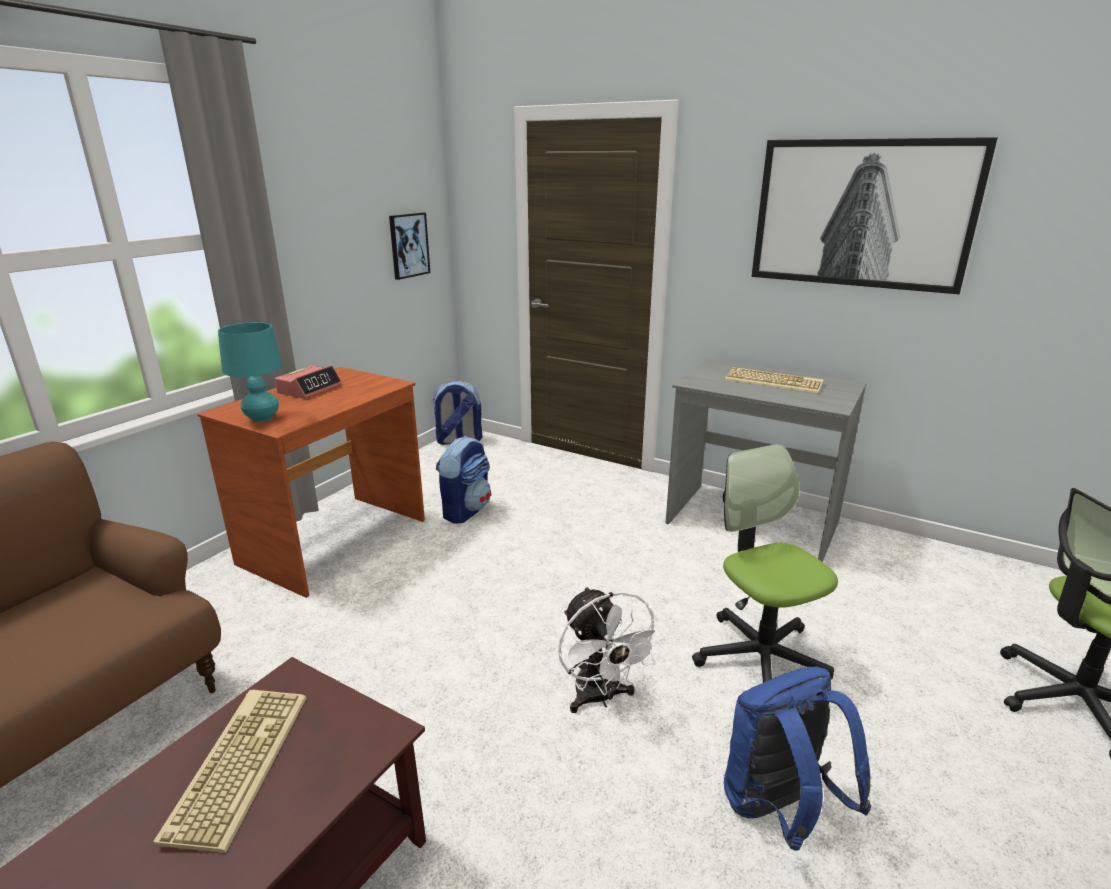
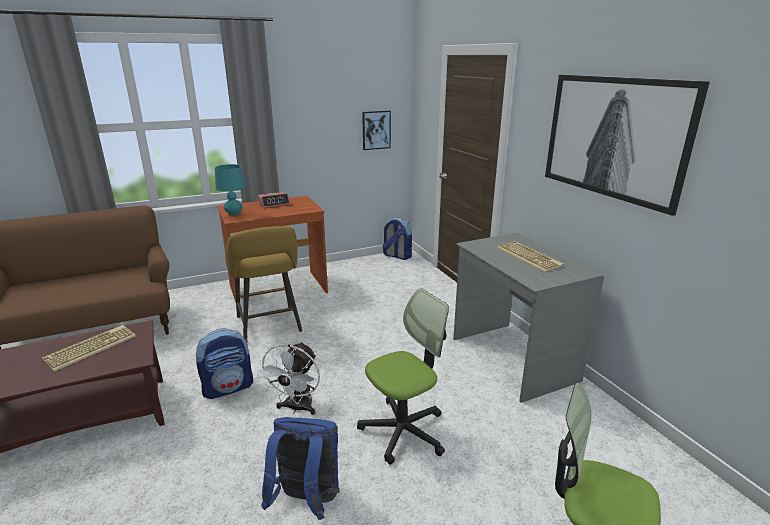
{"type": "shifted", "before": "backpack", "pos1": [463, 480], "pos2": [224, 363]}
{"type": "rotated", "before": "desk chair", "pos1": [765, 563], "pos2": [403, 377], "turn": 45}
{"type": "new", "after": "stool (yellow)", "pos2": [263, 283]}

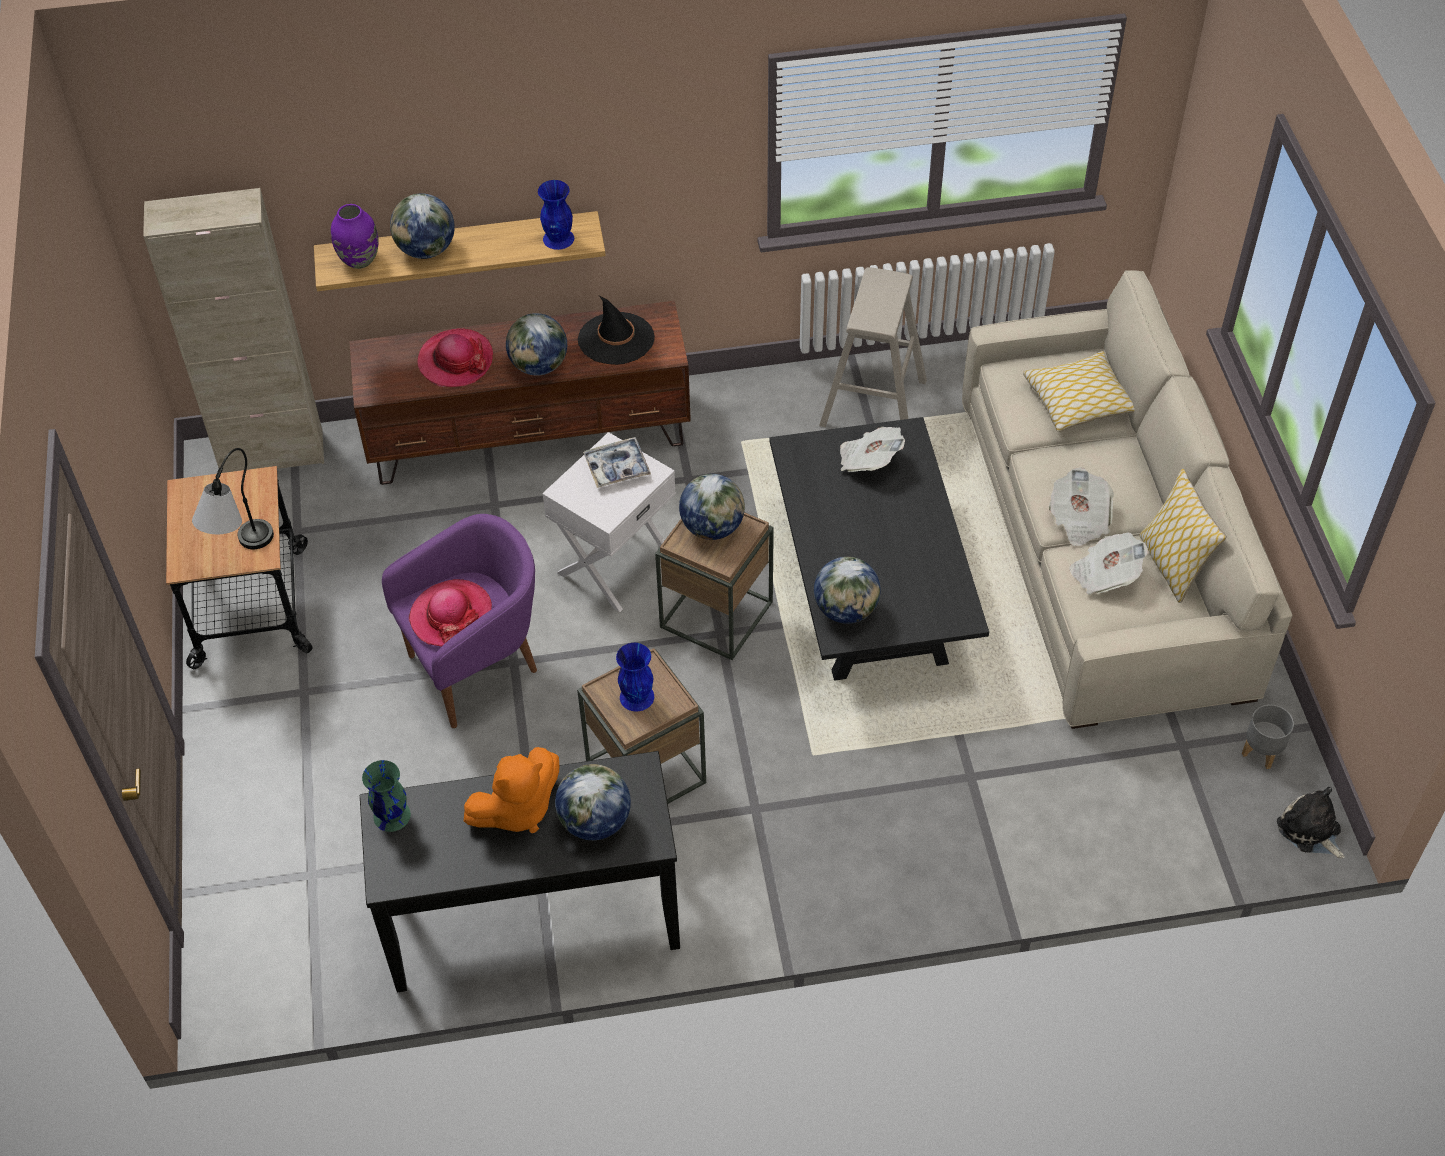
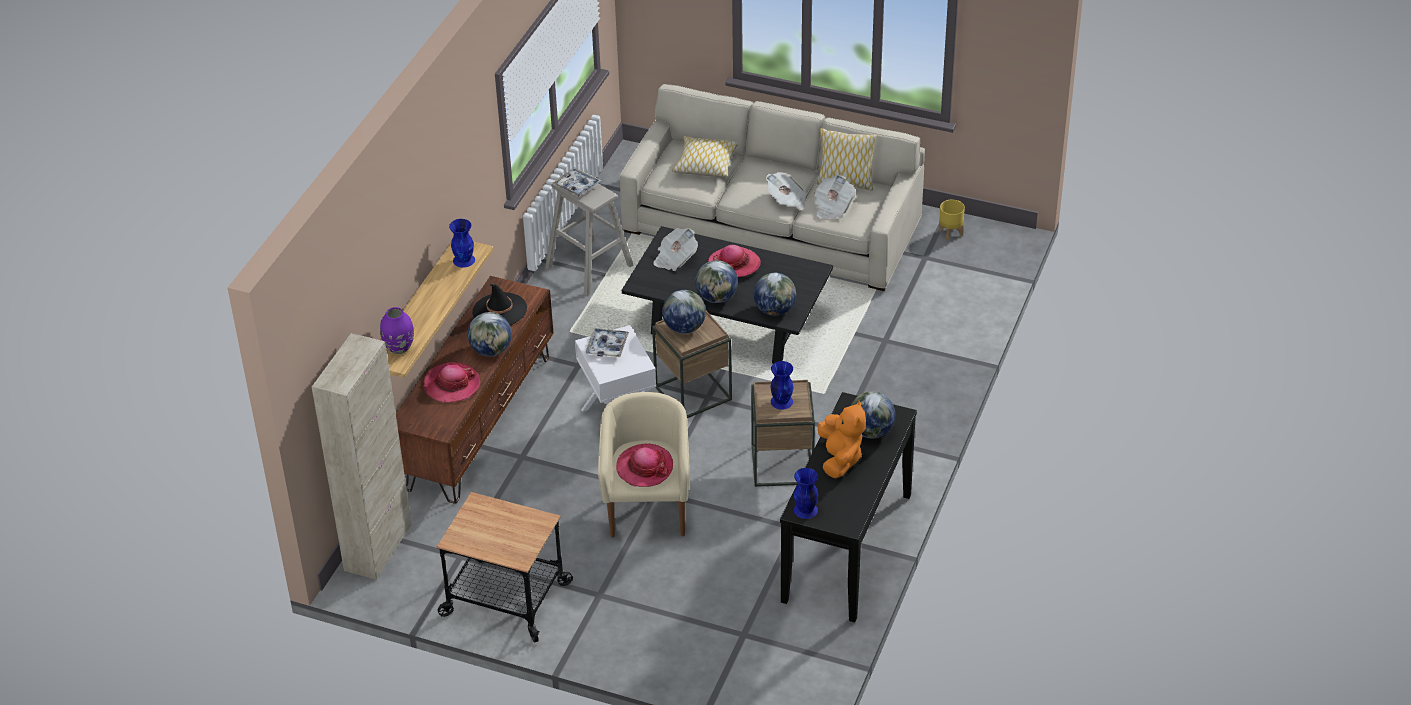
{"type": "gone", "before": "tabletop lamp", "pos1": [233, 498]}
{"type": "repainted", "before": "decorative vase (green)", "after": "decorative vase (blue)", "pos1": [386, 796], "pos2": [806, 493]}
{"type": "repainted", "before": "easy chair (purplish)", "after": "easy chair (sand-coloured)", "pos1": [459, 621], "pos2": [644, 464]}
{"type": "shifted", "before": "globe", "pos1": [422, 226], "pos2": [716, 281]}
{"type": "repainted", "before": "plant pot (greyish)", "after": "plant pot (yellow)", "pos1": [1268, 736], "pos2": [952, 220]}
{"type": "gone", "before": "plush toy", "pos1": [1311, 823]}
{"type": "new", "after": "carrying tray", "pos2": [577, 182]}
{"type": "new", "after": "wearable hat", "pos2": [734, 261]}

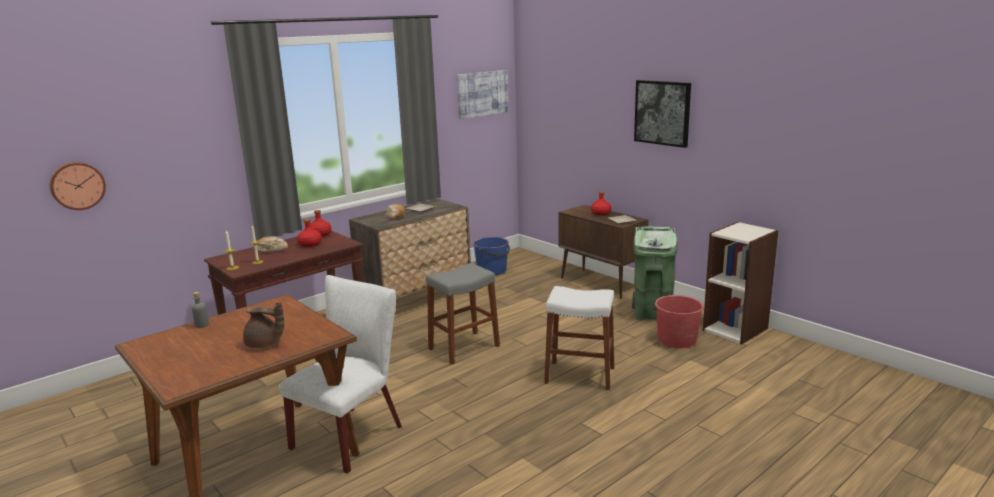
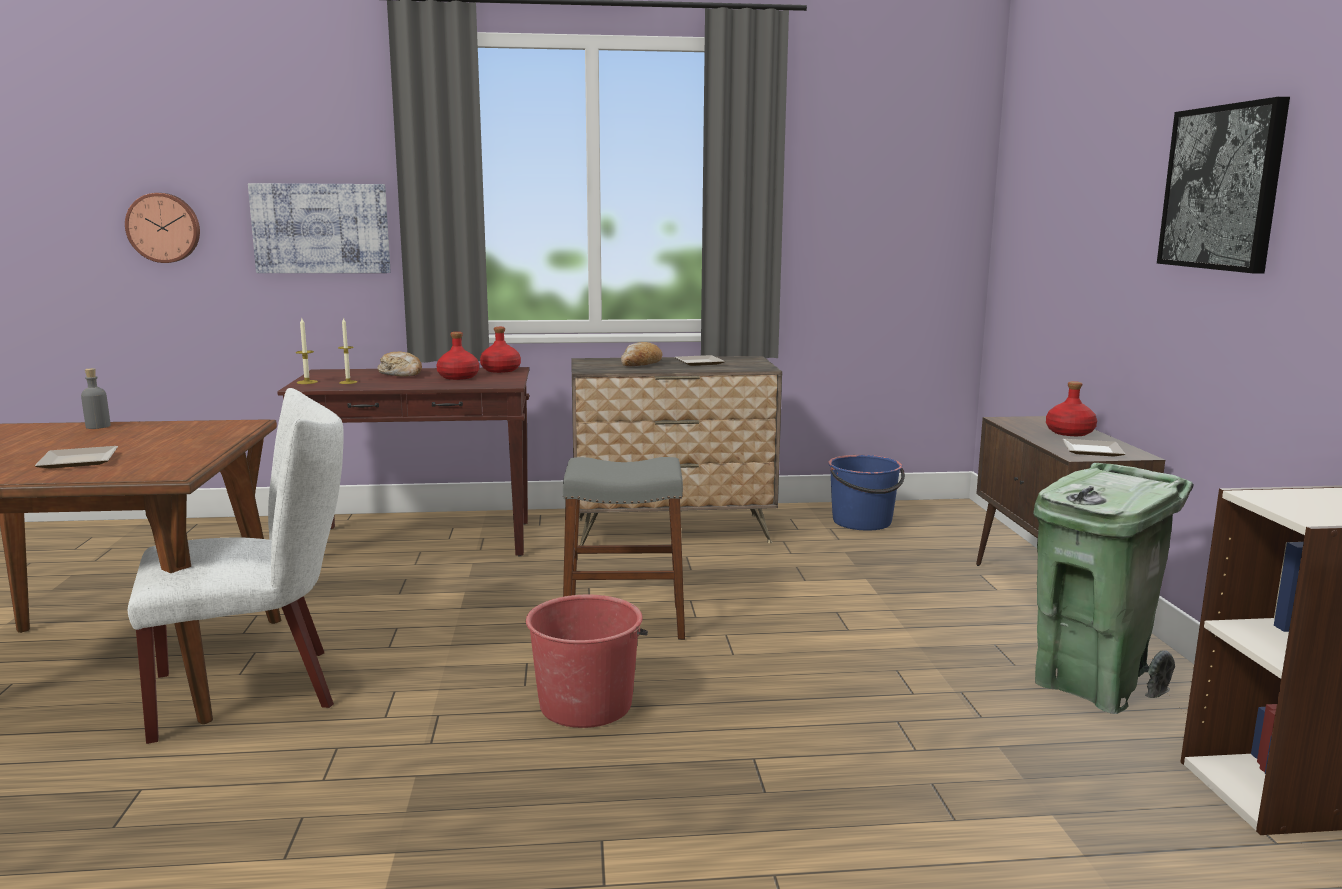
{"type": "swapped", "before": "tea pot (brownish)", "after": "dinner plate", "pos1": [263, 325], "pos2": [76, 457]}
{"type": "shifted", "before": "wall art", "pos1": [482, 94], "pos2": [319, 228]}
{"type": "gone", "before": "stool (white-coloured)", "pos1": [579, 338]}
{"type": "shifted", "before": "bucket (red)", "pos1": [678, 321], "pos2": [587, 661]}

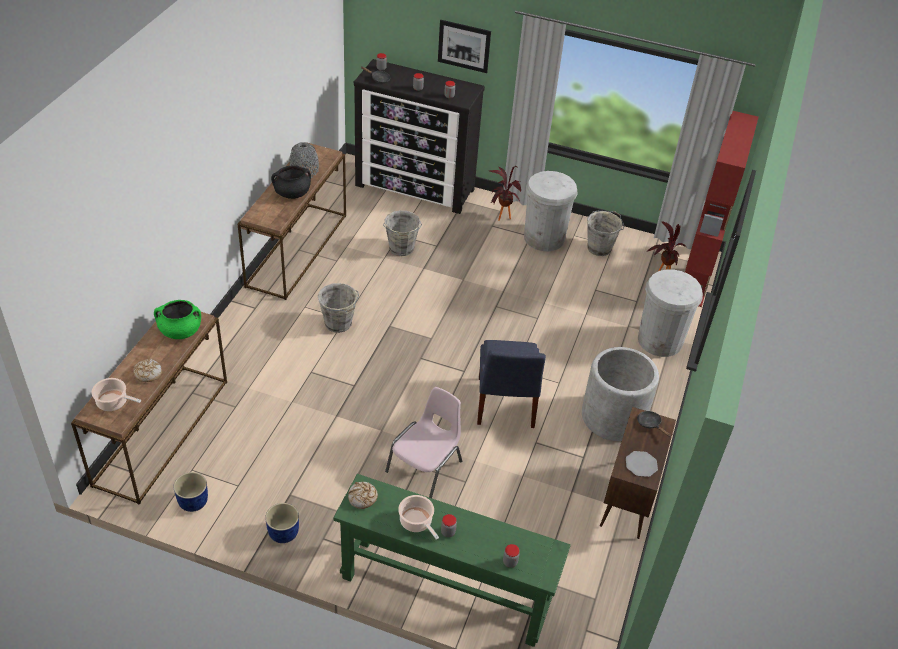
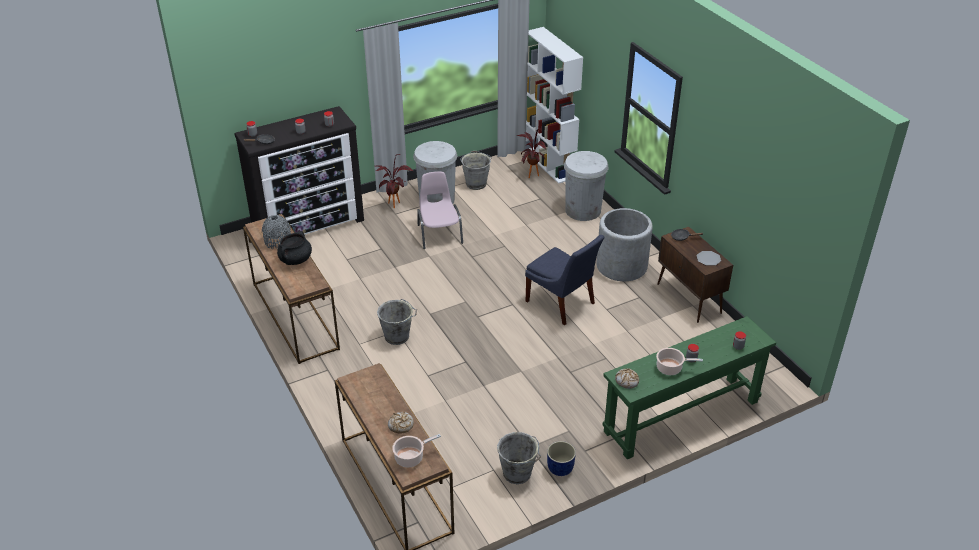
{"type": "gone", "before": "cooking pot (green)", "pos1": [177, 319]}
{"type": "gone", "before": "plant pot (blue)", "pos1": [191, 492]}
{"type": "shifted", "before": "bucket (greyish)", "pos1": [402, 233], "pos2": [519, 458]}
{"type": "shifted", "before": "chair (pink-coloured)", "pos1": [423, 442], "pos2": [440, 210]}
{"type": "gone", "before": "wall art", "pos1": [464, 46]}
{"type": "repainted", "before": "shelving unit (red)", "after": "shelving unit (white-coloured)", "pos1": [722, 209], "pos2": [554, 105]}

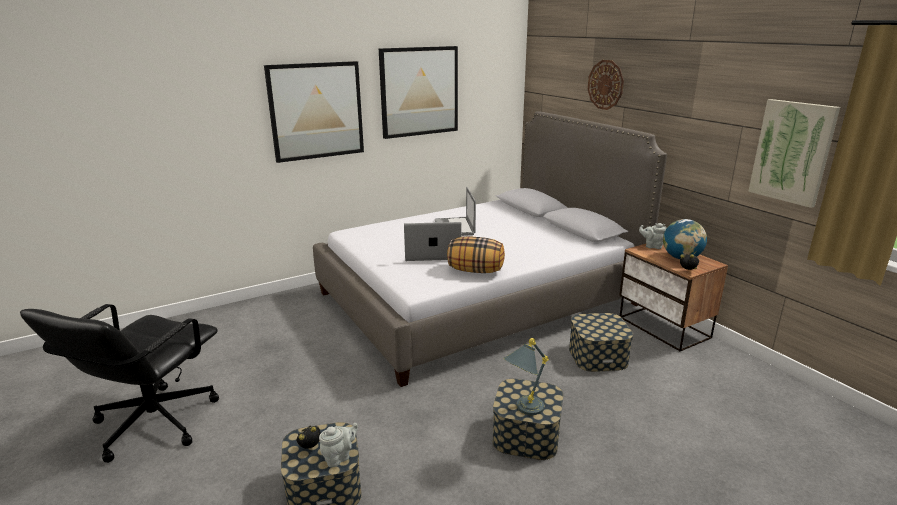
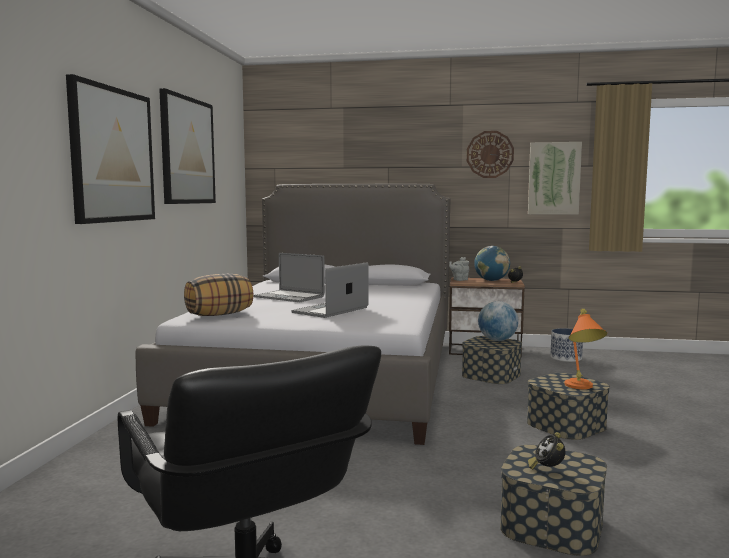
{"type": "gone", "before": "tea pot (greyish)", "pos1": [338, 445]}
{"type": "shifted", "before": "throw pillow", "pos1": [476, 254], "pos2": [219, 295]}
{"type": "repainted", "before": "tabletop lamp (greyish)", "after": "tabletop lamp (orangey)", "pos1": [526, 376], "pos2": [585, 349]}
{"type": "shifted", "before": "clock on the wall", "pos1": [606, 85], "pos2": [490, 154]}
{"type": "new", "after": "globe", "pos2": [498, 321]}
{"type": "new", "after": "plant pot", "pos2": [566, 345]}

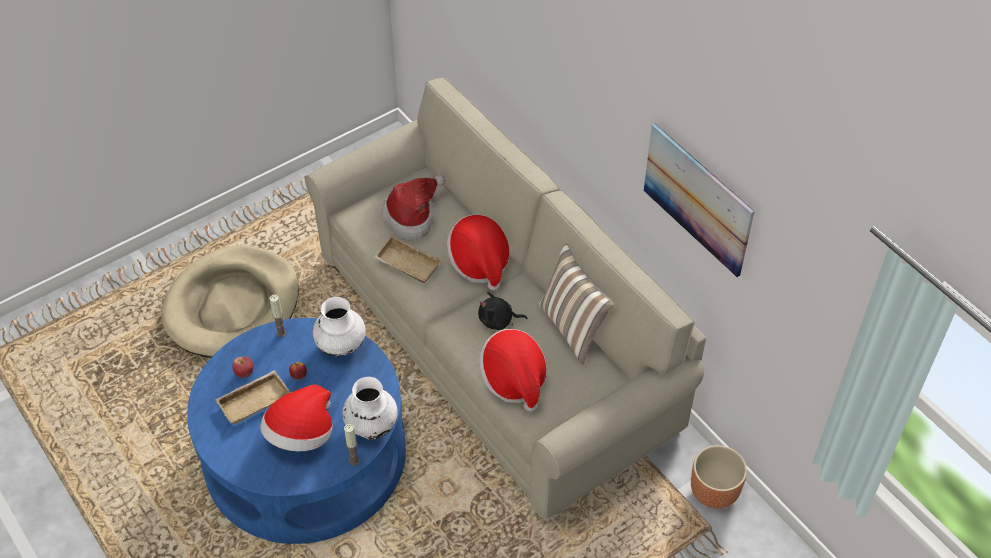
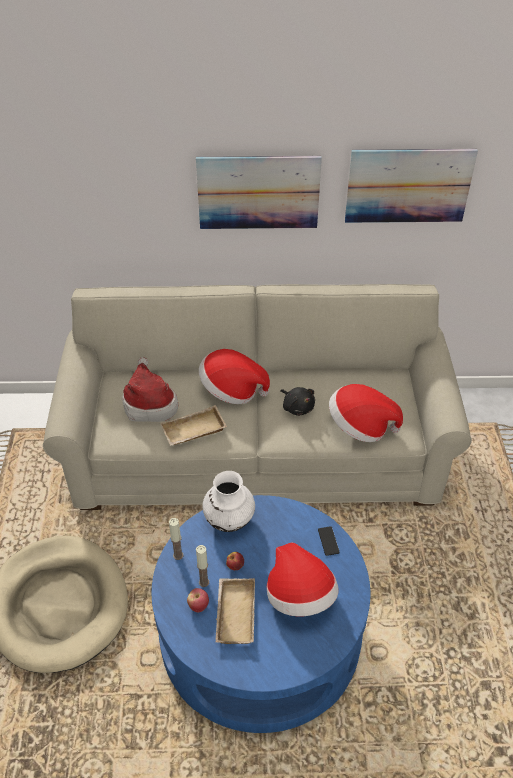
{"type": "swapped", "before": "decorative vase (white-coloured)", "after": "phone", "pos1": [370, 408], "pos2": [329, 541]}
{"type": "shifted", "before": "candle", "pos1": [351, 445], "pos2": [202, 566]}
{"type": "rotated", "before": "plush toy (black)", "pos1": [502, 311], "pos2": [297, 401], "turn": -75}
{"type": "gone", "before": "throw pillow", "pos1": [576, 304]}
{"type": "gone", "before": "plant pot (brownish)", "pos1": [719, 477]}
{"type": "new", "after": "wall art", "pos2": [259, 192]}

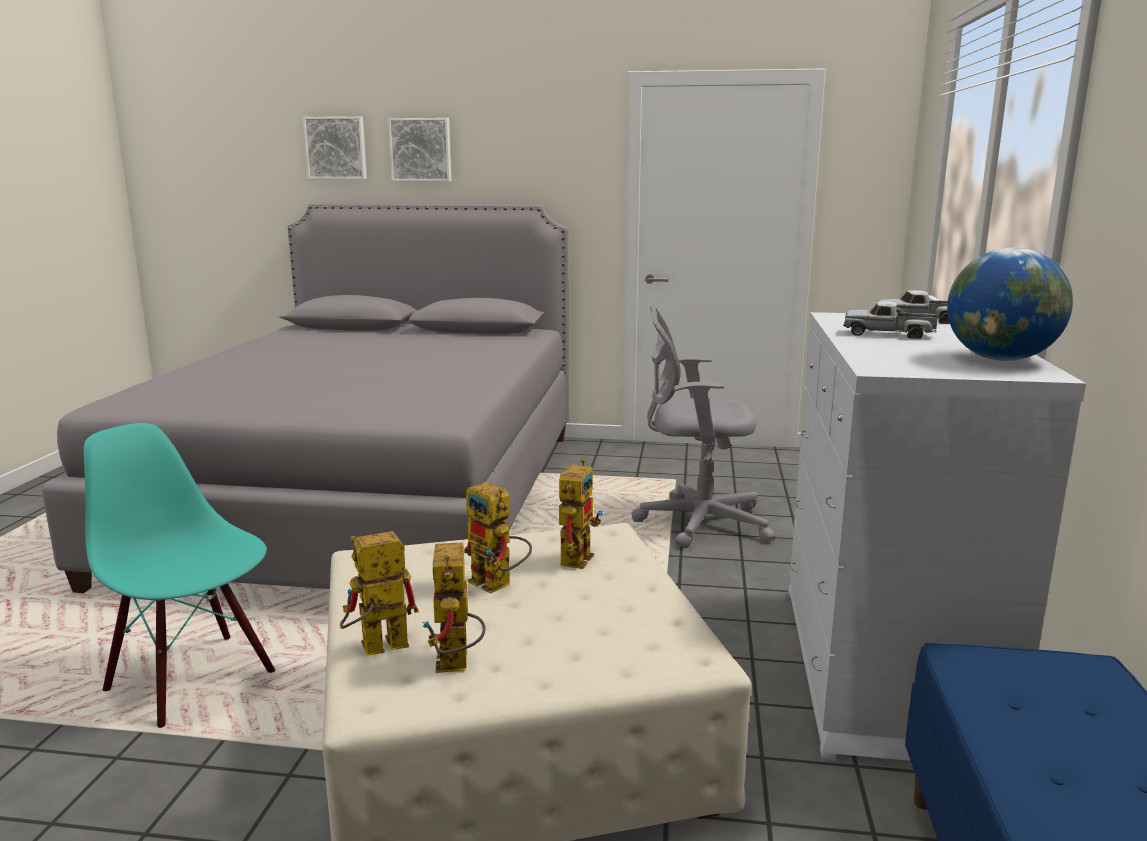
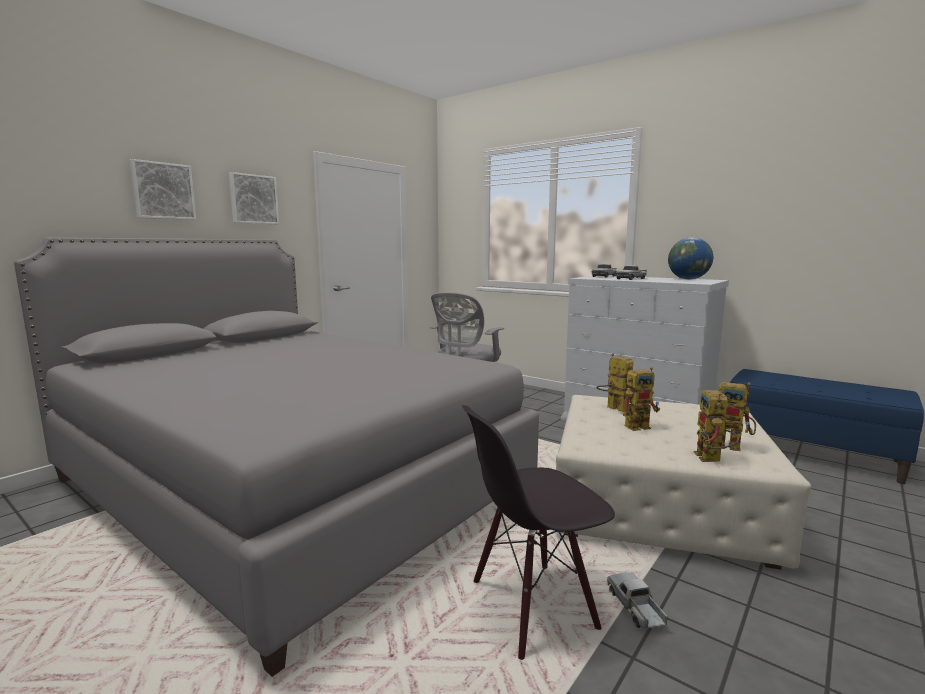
{"type": "repainted", "before": "chair (turquoise-coloured)", "after": "chair (black)", "pos1": [179, 575], "pos2": [538, 532]}
{"type": "shifted", "before": "wall art", "pos1": [335, 147], "pos2": [254, 198]}
{"type": "new", "after": "toy truck", "pos2": [637, 602]}

